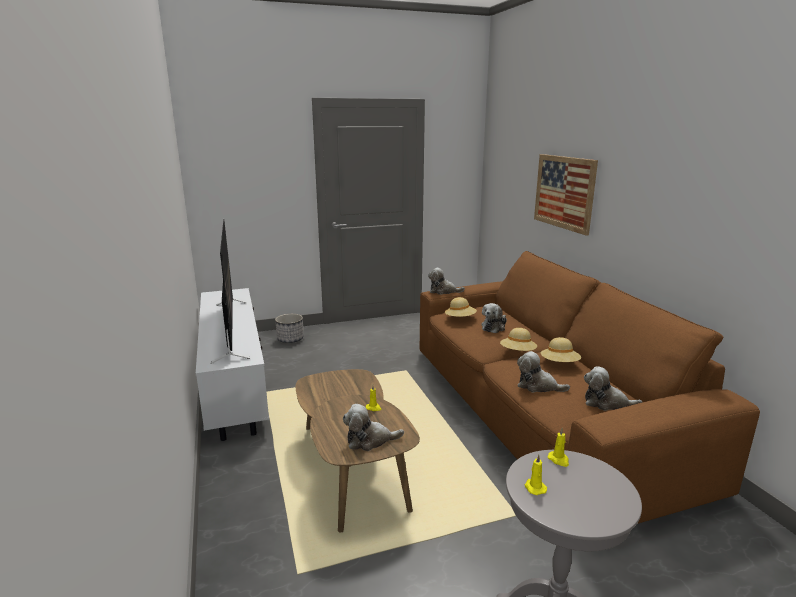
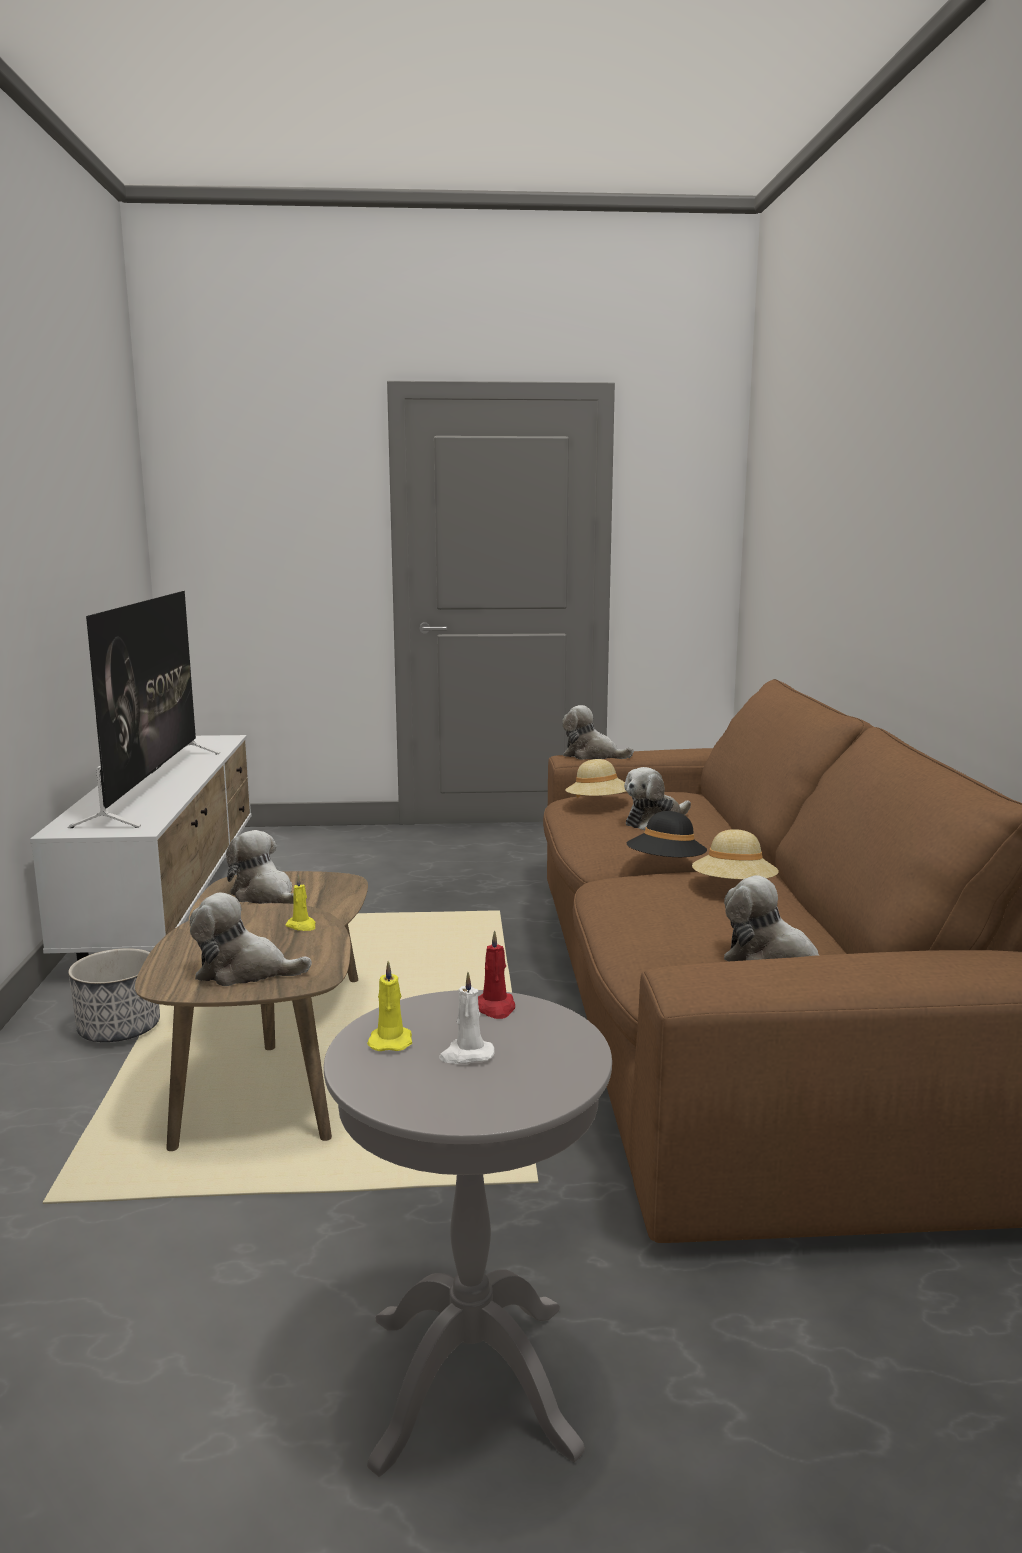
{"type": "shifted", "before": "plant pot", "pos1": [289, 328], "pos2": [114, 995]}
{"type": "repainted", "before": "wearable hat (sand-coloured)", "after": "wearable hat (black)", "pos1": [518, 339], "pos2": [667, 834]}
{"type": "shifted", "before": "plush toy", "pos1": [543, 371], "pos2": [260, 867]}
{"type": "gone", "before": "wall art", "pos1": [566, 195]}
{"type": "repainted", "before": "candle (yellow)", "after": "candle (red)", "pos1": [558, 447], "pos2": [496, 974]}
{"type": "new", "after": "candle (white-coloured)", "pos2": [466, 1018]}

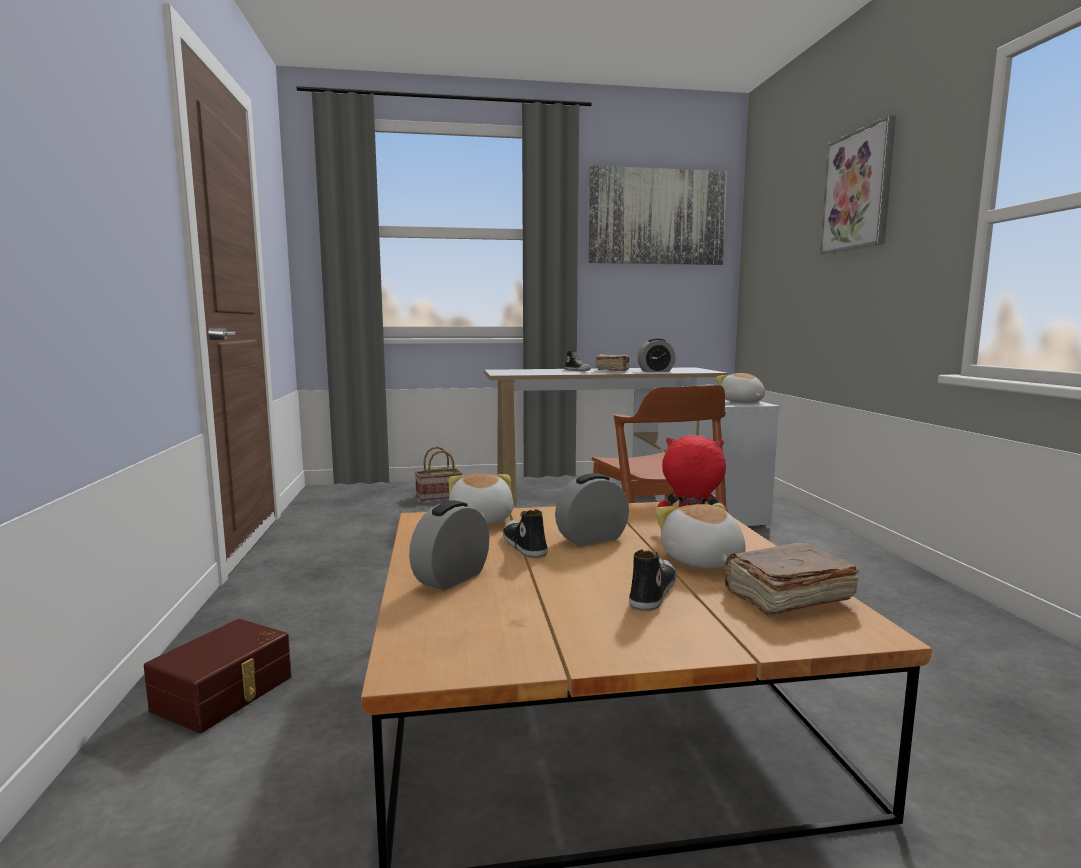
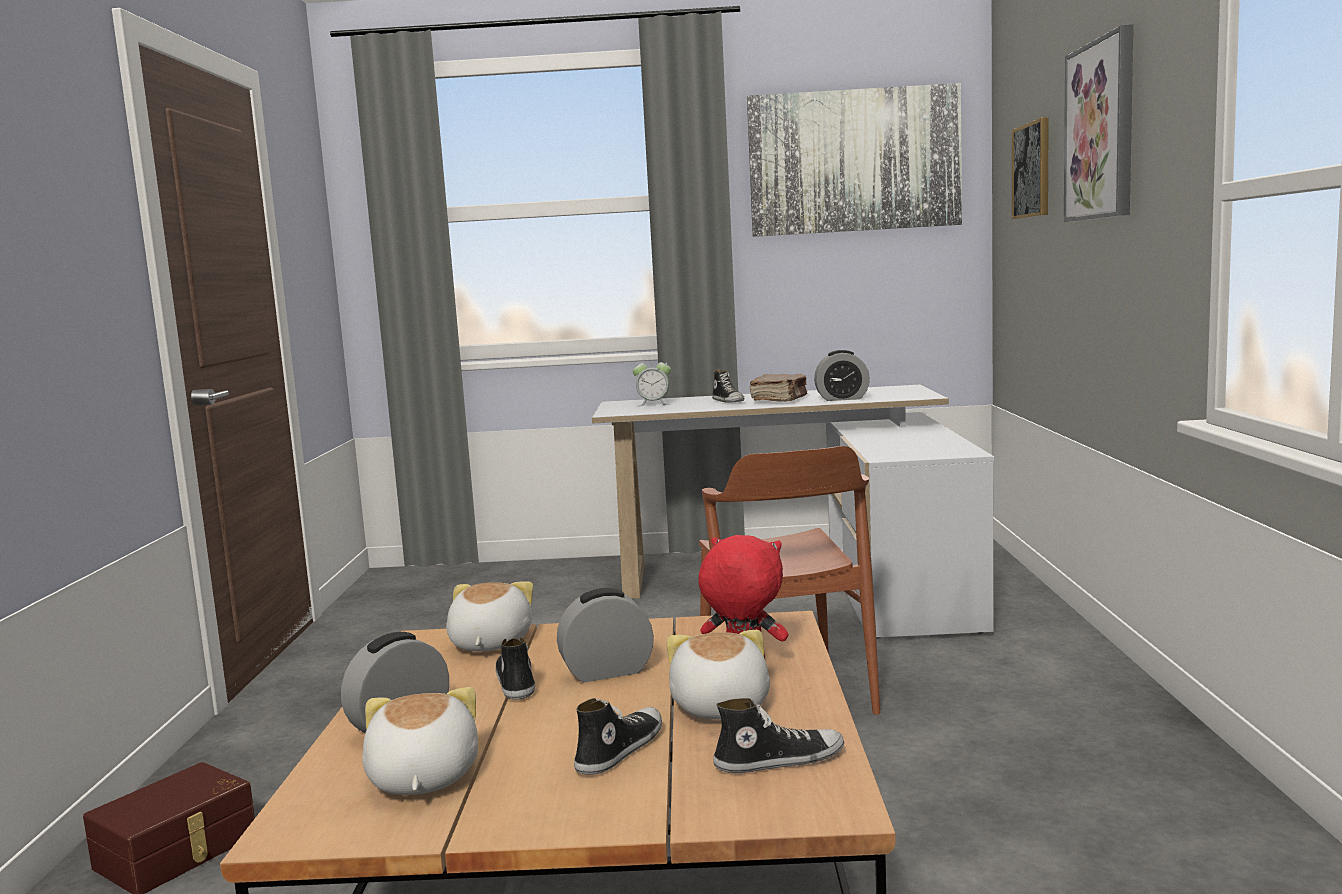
{"type": "gone", "before": "storage basket", "pos1": [438, 473]}
{"type": "shifted", "before": "plush toy", "pos1": [740, 388], "pos2": [420, 741]}
{"type": "swapped", "before": "book (brownish)", "after": "item of footwear", "pos1": [791, 579], "pos2": [778, 735]}
{"type": "new", "after": "alarm clock", "pos2": [652, 381]}
{"type": "new", "after": "wall art", "pos2": [1030, 168]}

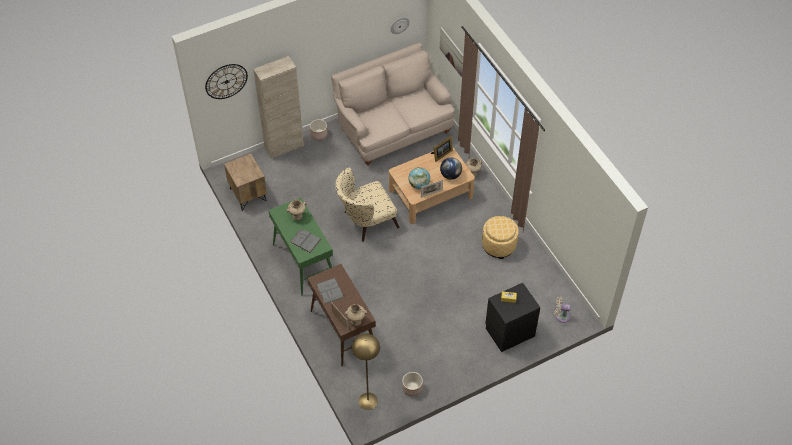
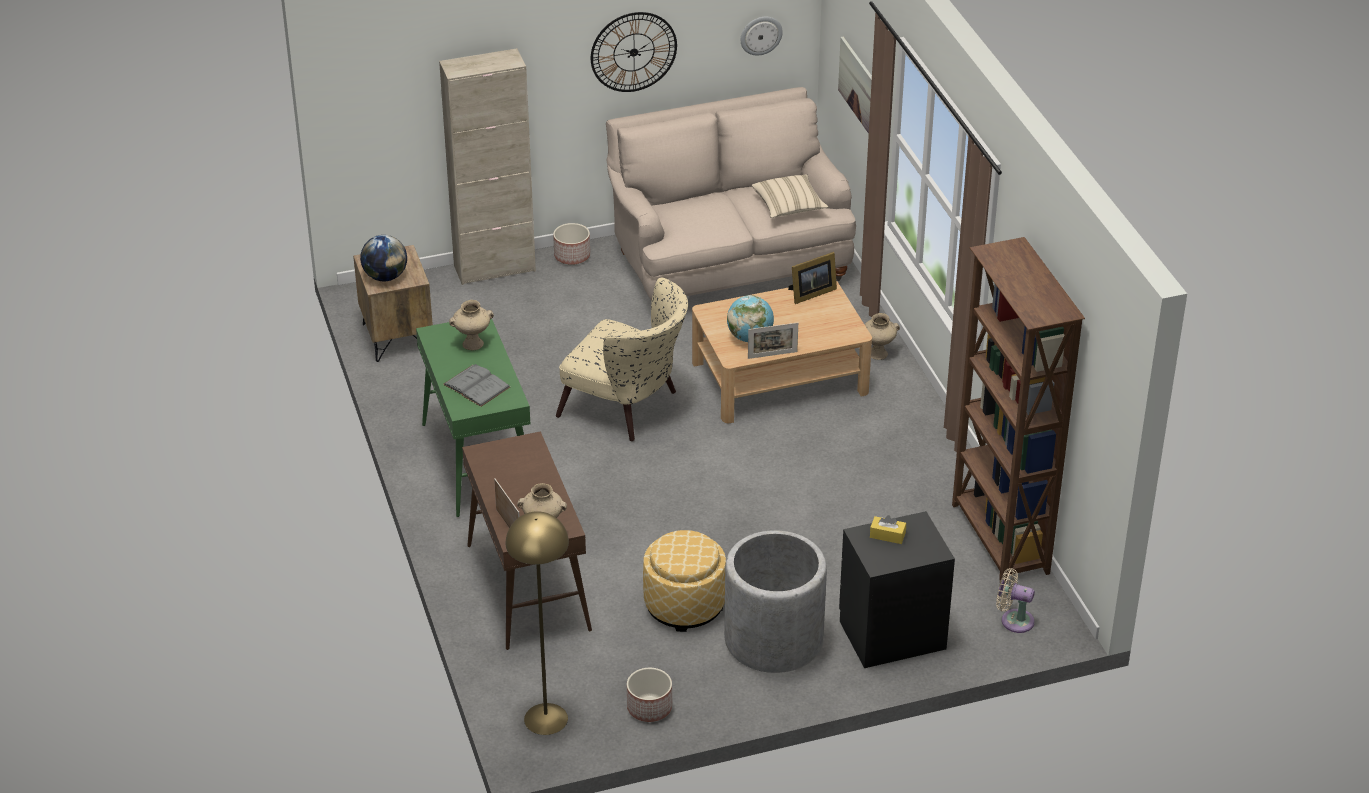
{"type": "shifted", "before": "clock on the wall", "pos1": [226, 81], "pos2": [634, 52]}
{"type": "gone", "before": "book (greyish)", "pos1": [330, 291]}
{"type": "rotated", "before": "easy chair (sand-coloured)", "pos1": [367, 205], "pos2": [622, 359], "turn": -135}
{"type": "shifted", "before": "globe", "pos1": [451, 168], "pos2": [383, 258]}
{"type": "shifted", "before": "footrest", "pos1": [500, 237], "pos2": [684, 581]}
{"type": "new", "after": "plant pot (greyish)", "pos2": [775, 601]}
{"type": "new", "after": "throw pillow (sand-coloured)", "pos2": [790, 196]}
{"type": "new", "after": "shelving unit (brownish)", "pos2": [1018, 410]}

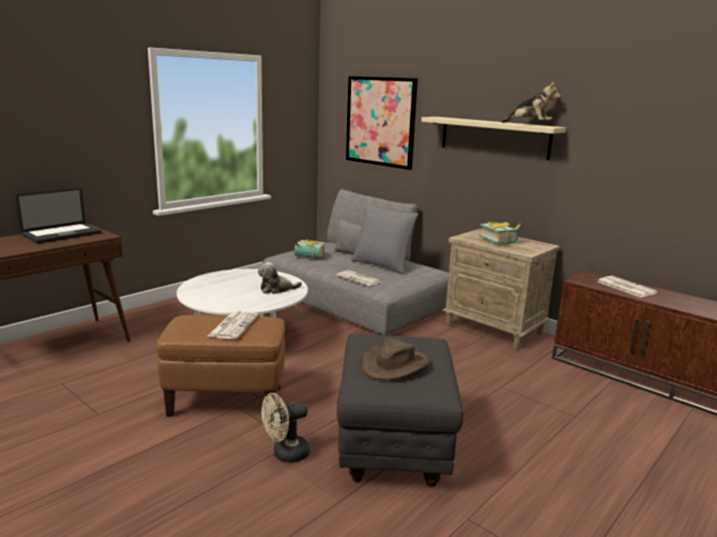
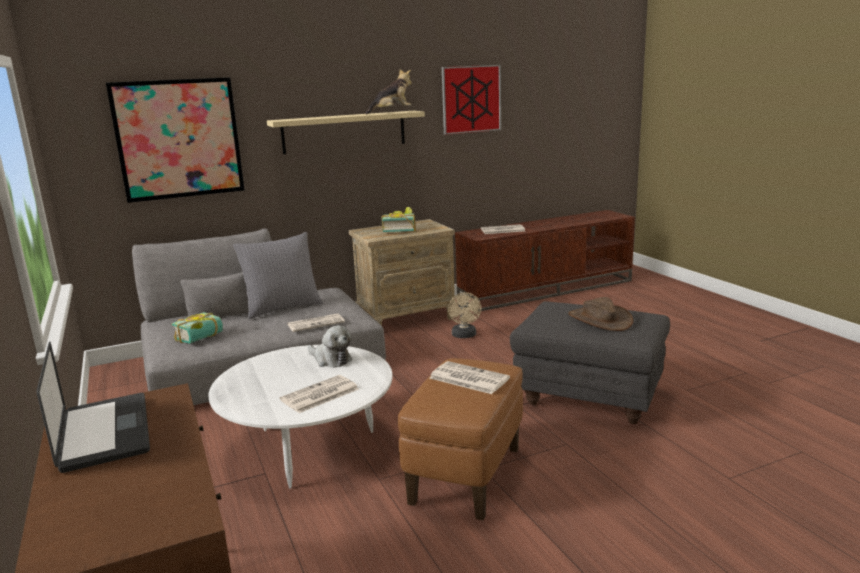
{"type": "rotated", "before": "plush toy", "pos1": [280, 278], "pos2": [330, 346], "turn": -60}
{"type": "shifted", "before": "fan (sand-coloured)", "pos1": [285, 428], "pos2": [465, 315]}
{"type": "new", "after": "printed paper", "pos2": [319, 394]}
{"type": "new", "after": "wall art", "pos2": [471, 100]}

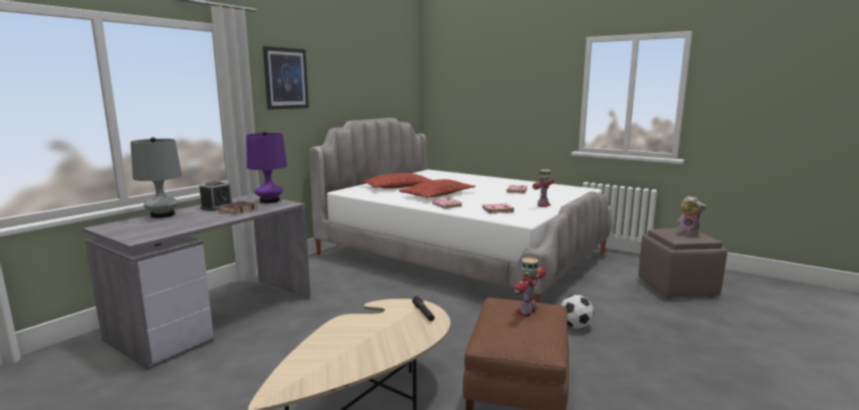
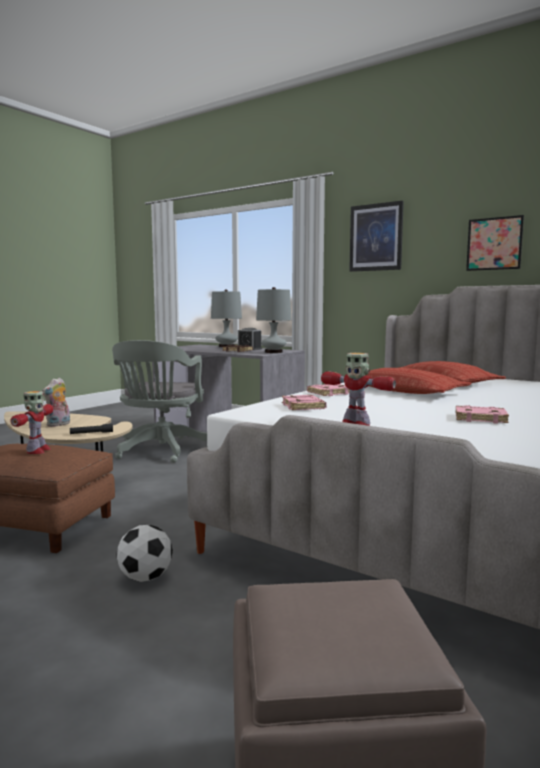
{"type": "repainted", "before": "tabletop lamp (purplish)", "after": "tabletop lamp (greyish)", "pos1": [266, 167], "pos2": [273, 320]}
{"type": "rotated", "before": "toy robot", "pos1": [529, 286], "pos2": [32, 422], "turn": 60}
{"type": "shifted", "before": "plush toy", "pos1": [691, 216], "pos2": [56, 402]}
{"type": "new", "after": "desk chair (greyish)", "pos2": [159, 401]}
{"type": "new", "after": "wall art", "pos2": [495, 243]}

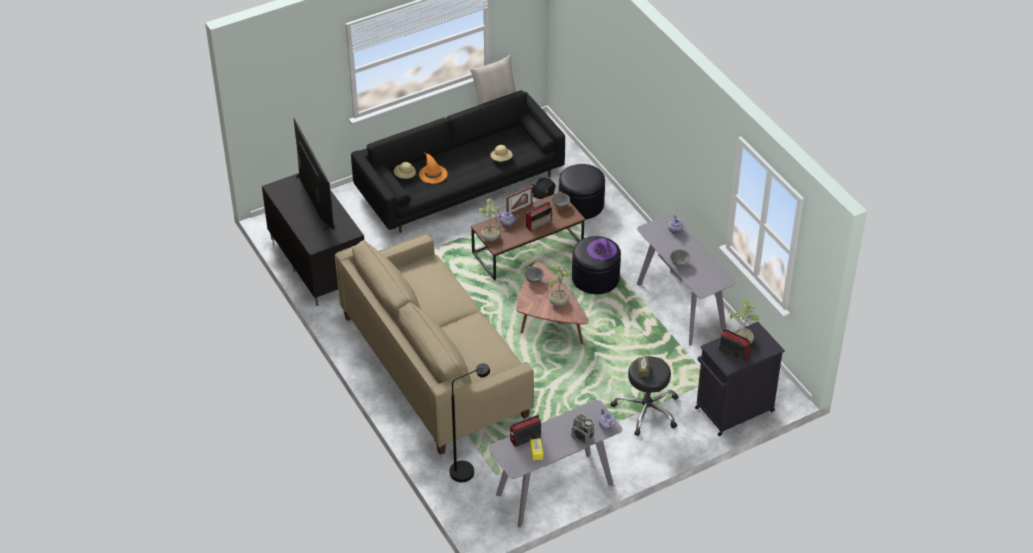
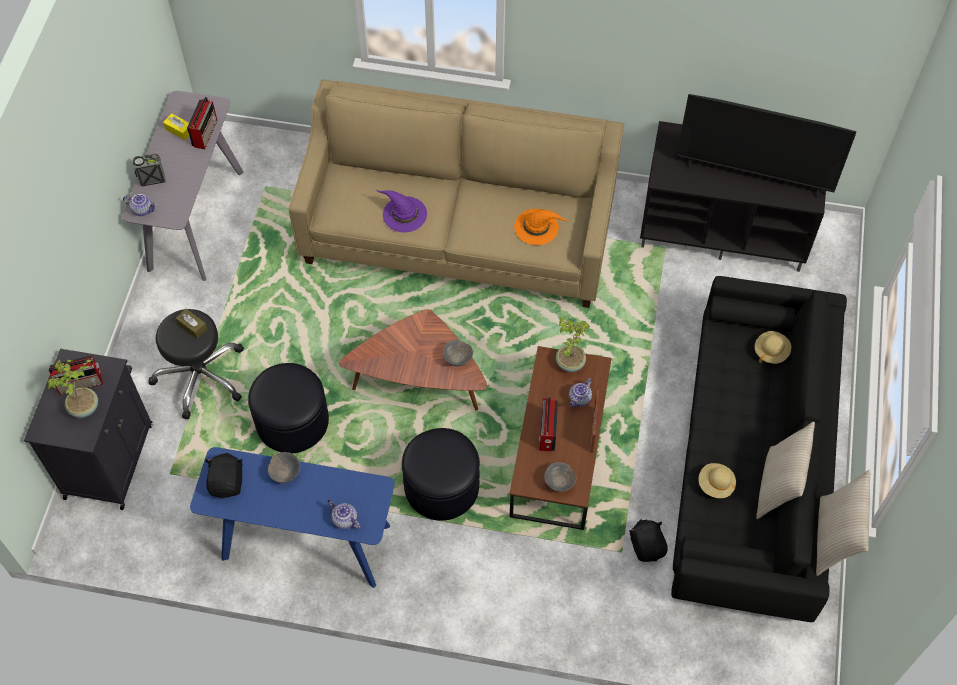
{"type": "shifted", "before": "wearable hat (orangey)", "pos1": [433, 168], "pos2": [541, 227]}
{"type": "gone", "before": "standing lamp (black)", "pos1": [470, 422]}
{"type": "gone", "before": "potted plant", "pos1": [559, 285]}
{"type": "shifted", "before": "footrest (black)", "pos1": [582, 191], "pos2": [288, 408]}
{"type": "shifted", "before": "wearable hat (purplish)", "pos1": [602, 249], "pos2": [401, 210]}
{"type": "repainted", "before": "narrow table (greyish)", "after": "narrow table (blue)", "pos1": [686, 279], "pos2": [292, 517]}
{"type": "new", "after": "plush toy (black)", "pos2": [224, 475]}
{"type": "new", "after": "throw pillow (sand-coloured)", "pos2": [785, 470]}

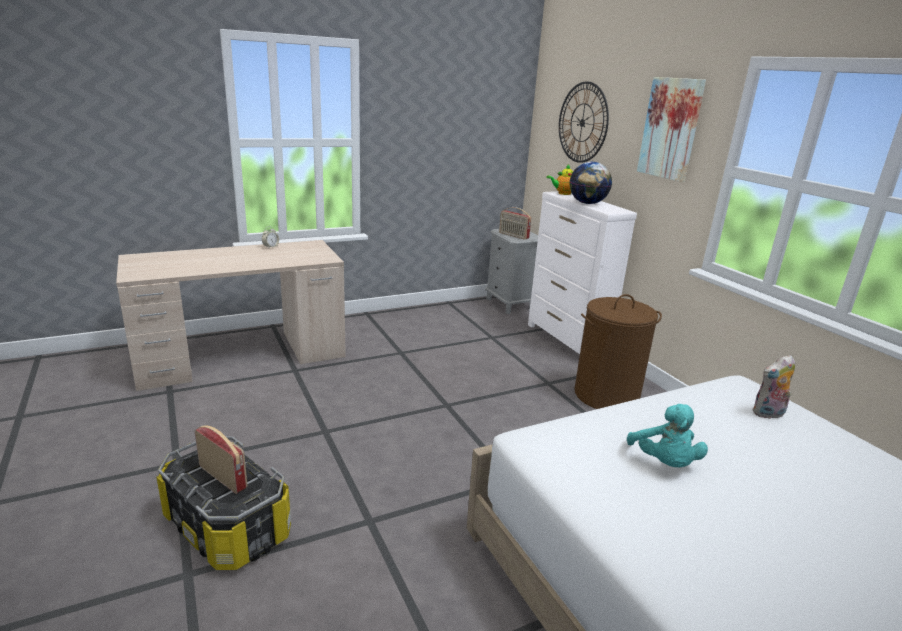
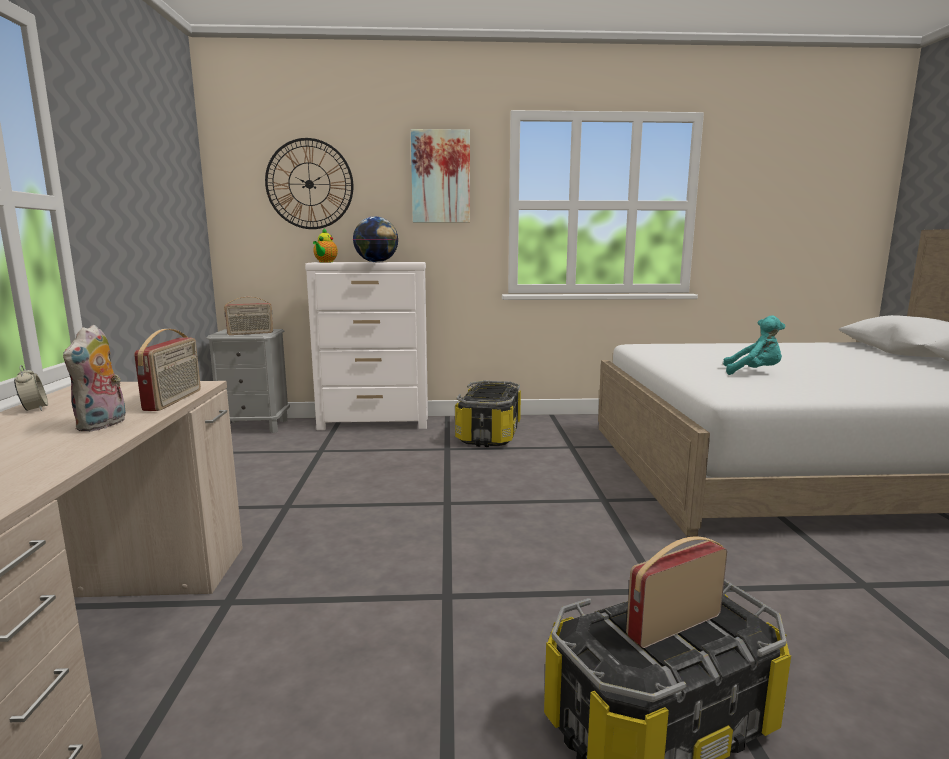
{"type": "swapped", "before": "laundry basket (brownish)", "after": "storage bin", "pos1": [618, 351], "pos2": [488, 413]}
{"type": "shifted", "before": "plush toy", "pos1": [774, 387], "pos2": [94, 378]}
{"type": "new", "after": "radio receiver", "pos2": [167, 370]}

